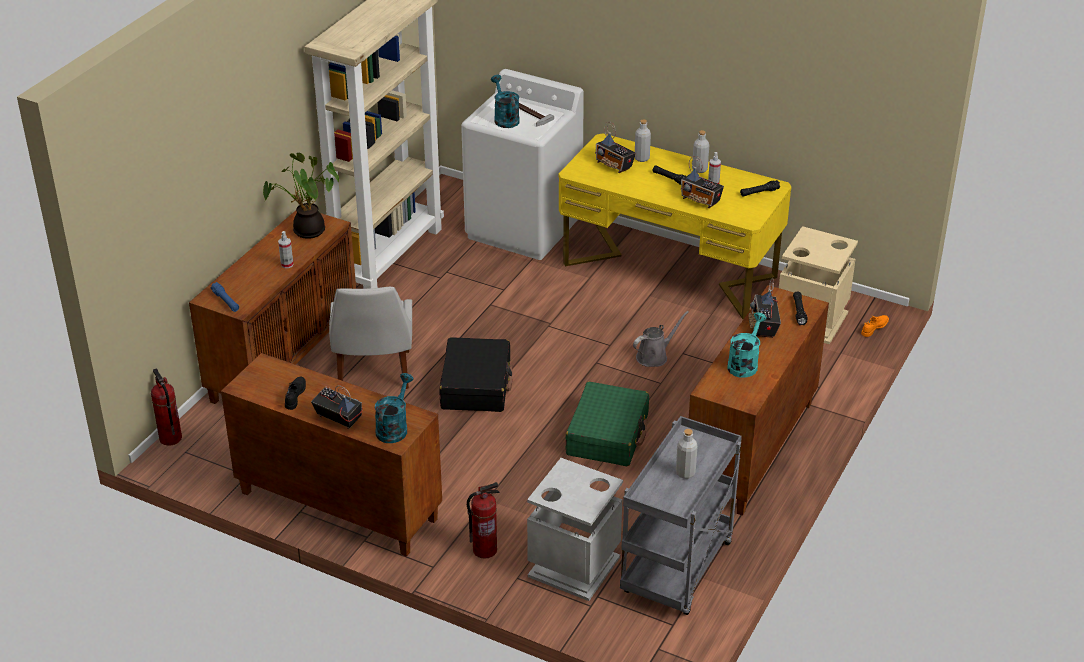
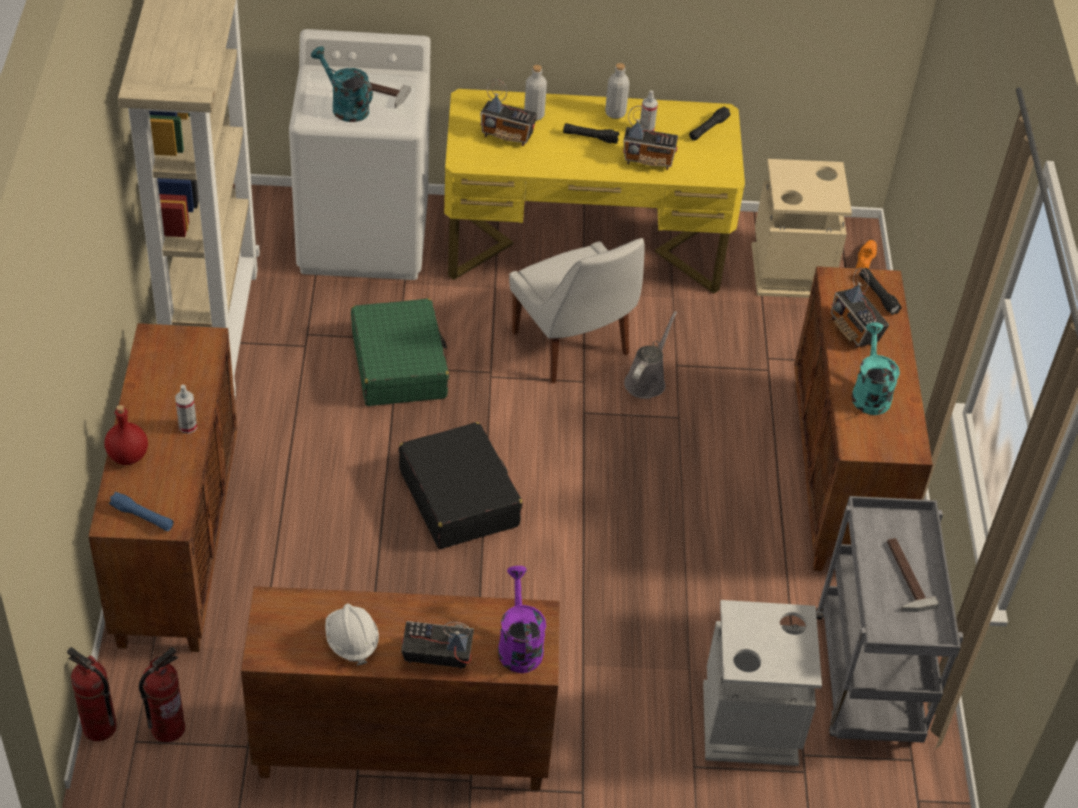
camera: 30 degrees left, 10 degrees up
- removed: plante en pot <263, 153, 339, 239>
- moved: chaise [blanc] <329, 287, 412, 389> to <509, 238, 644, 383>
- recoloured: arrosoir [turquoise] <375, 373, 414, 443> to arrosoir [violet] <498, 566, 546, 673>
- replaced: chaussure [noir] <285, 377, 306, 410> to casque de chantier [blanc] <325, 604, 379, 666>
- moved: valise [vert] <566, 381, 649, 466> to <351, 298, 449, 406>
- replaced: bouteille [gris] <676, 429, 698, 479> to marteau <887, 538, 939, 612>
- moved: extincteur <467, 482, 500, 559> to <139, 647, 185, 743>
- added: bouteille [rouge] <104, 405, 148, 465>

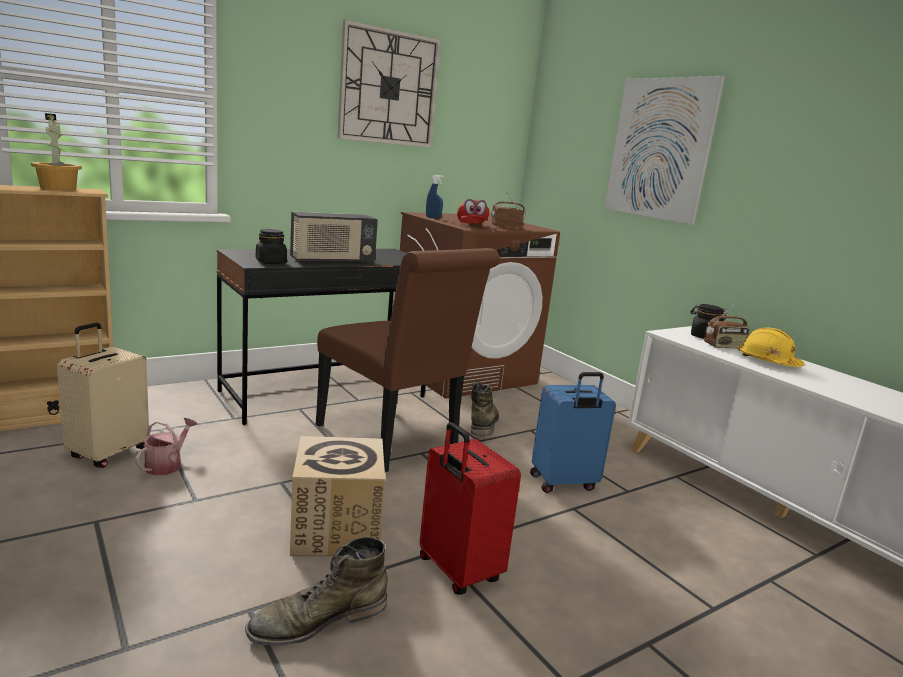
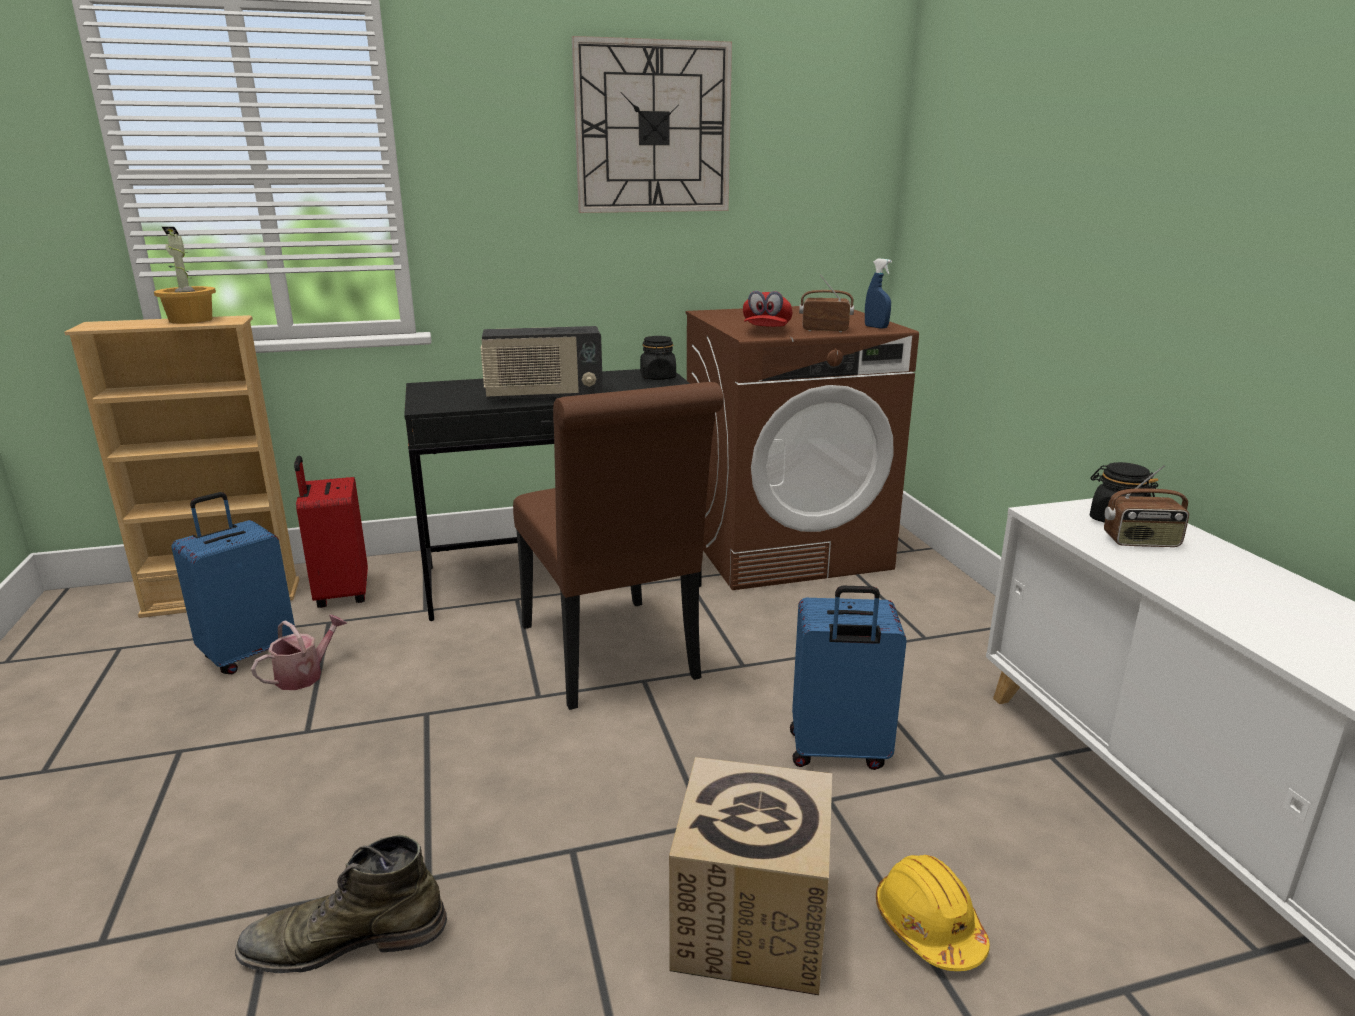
camera: 20 degrees right, 5 degrees up
- removed: tableau <604, 76, 725, 225>
- moved: vaporisateur [bleu] <426, 175, 444, 219> to <865, 259, 892, 329>
- moved: bocal [noir] <256, 229, 287, 264> to <640, 336, 676, 380>
- recoloured: valise [beige] <57, 323, 149, 468> to valise [bleu] <171, 492, 295, 674>
- moved: casque de chantier [jaune] <738, 328, 804, 367> to <876, 855, 990, 971>
- removed: botte [vert] <471, 382, 499, 437>
- moved: valise [rouge] <420, 422, 521, 595> to <294, 456, 368, 608>
- moved: carton <290, 436, 385, 556> to <669, 757, 832, 995>

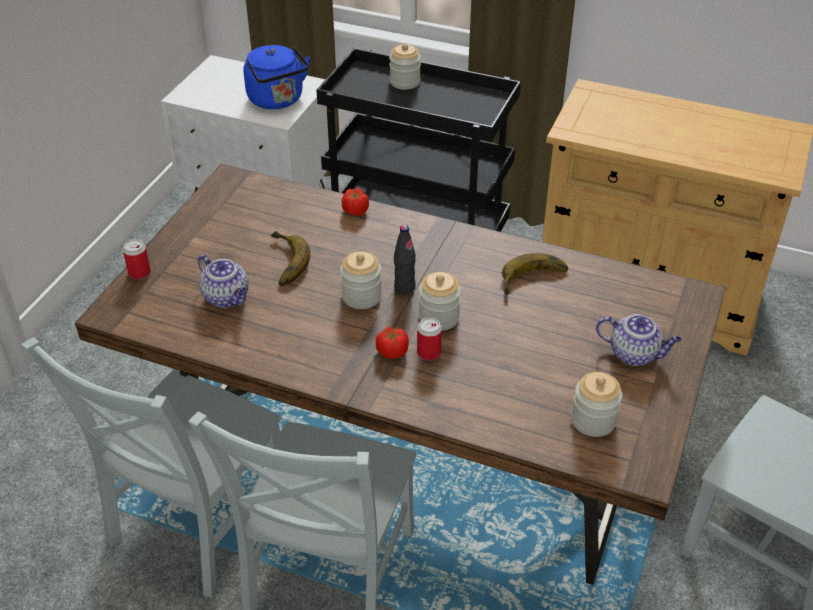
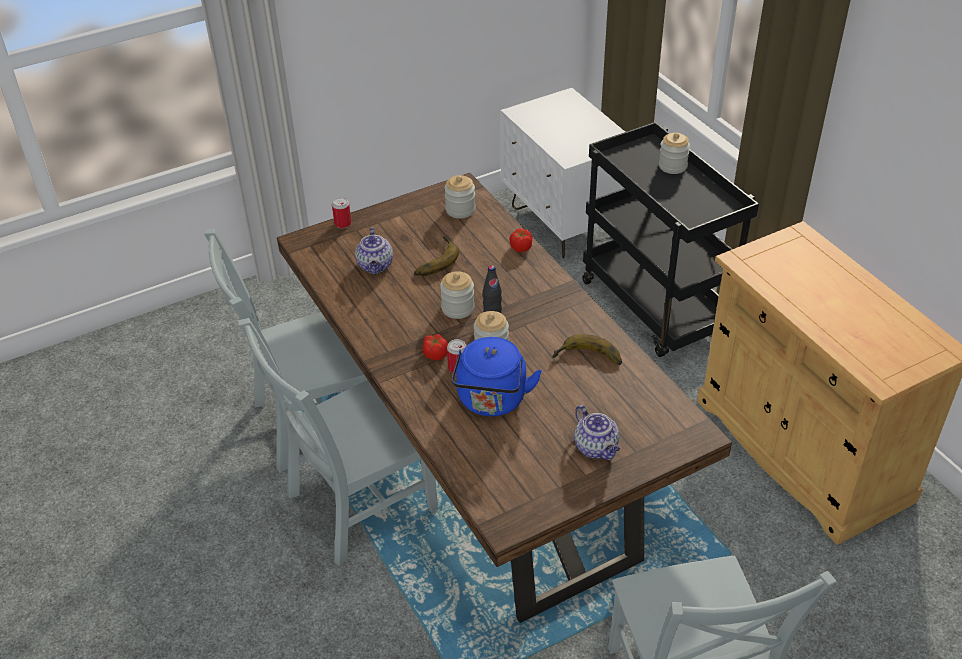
camera: 40 degrees right, 0 degrees up
- moved: bouilloire [bleu] <243, 45, 310, 109> to <451, 337, 542, 416>
- moved: bocal <571, 372, 623, 437> to <444, 175, 475, 218>

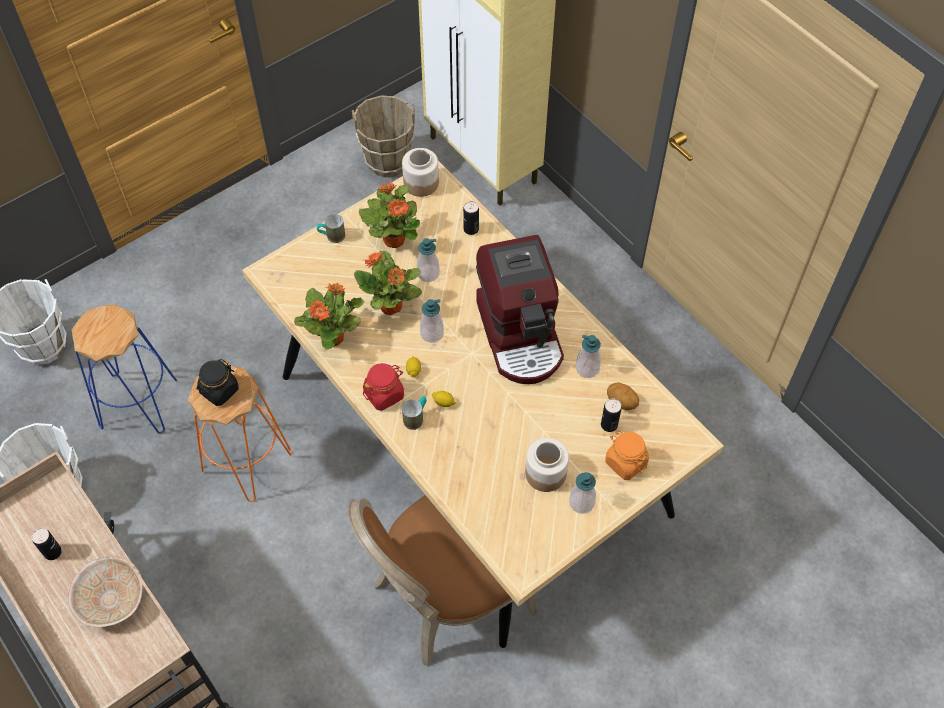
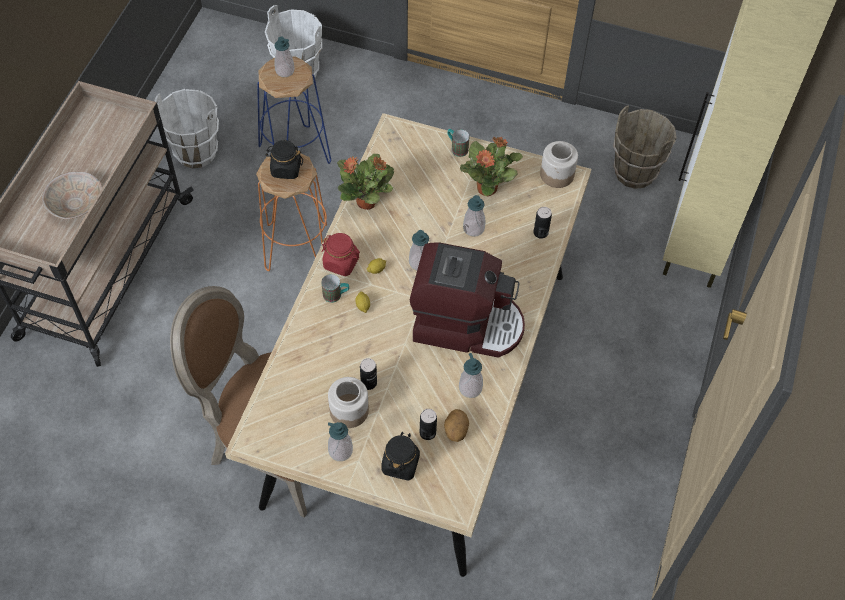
camera: 55 degrees right, 0 degrees up
- turned: machine à café <476, 235, 564, 384> = <410, 242, 525, 358> 120 degrees counterclockwise
- removed: plante en pot <354, 251, 422, 315>
- recoloured: bocal [orange] <605, 431, 649, 480> to bocal [noir] <382, 432, 420, 480>
- moved: boîte métallique <32, 528, 62, 560> to <360, 358, 377, 390>
- added: distributeur de savon <274, 37, 295, 77>

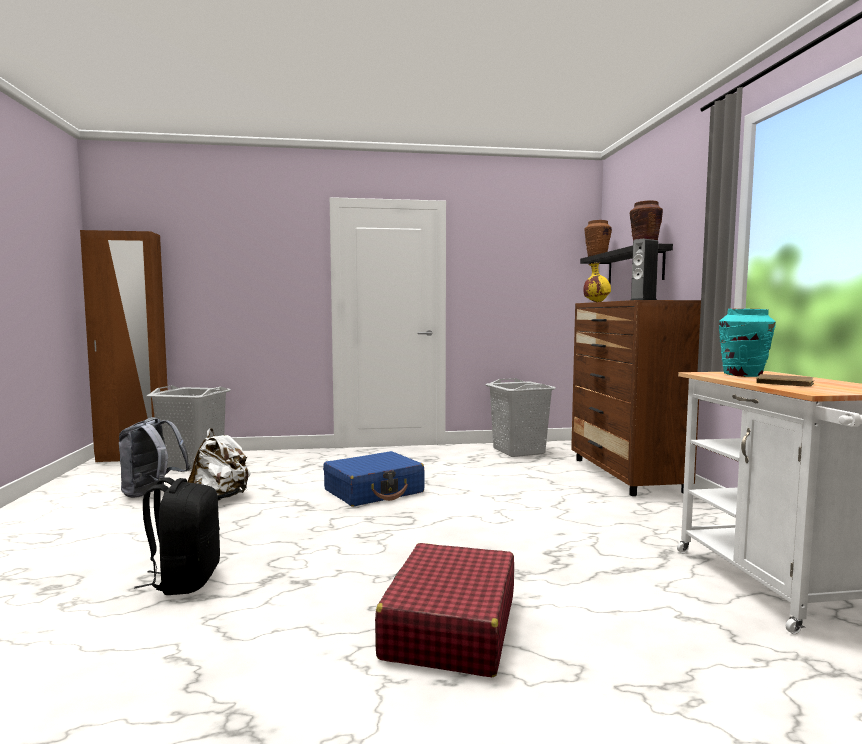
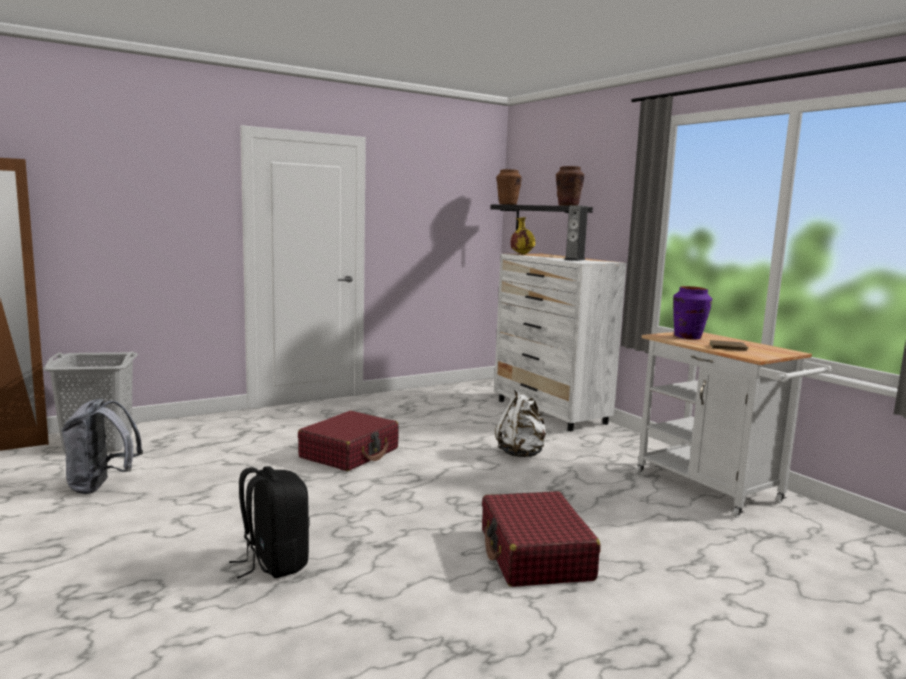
camera: 25 degrees left, 5 degrees up
- recoloured: commode [marron] <571, 300, 701, 496> to commode [blanc] <494, 254, 626, 431>
- recoloured: vase [turquoise] <719, 309, 776, 377> to vase [violet] <673, 286, 712, 340>
- removed: panier à linge [gris] <486, 378, 556, 457>
- moved: sac à dos [blanc] <187, 428, 251, 500> to <495, 389, 546, 457>
- recoloured: valise [bleu] <323, 451, 425, 506> to valise [rouge] <298, 411, 399, 471>

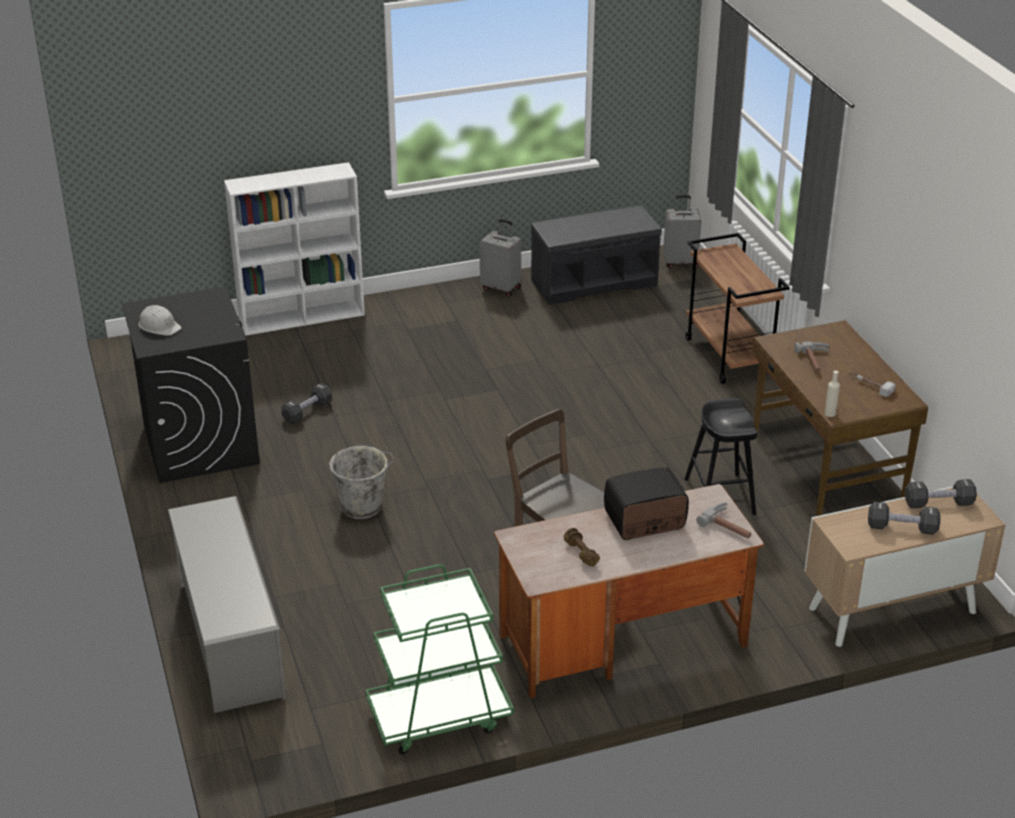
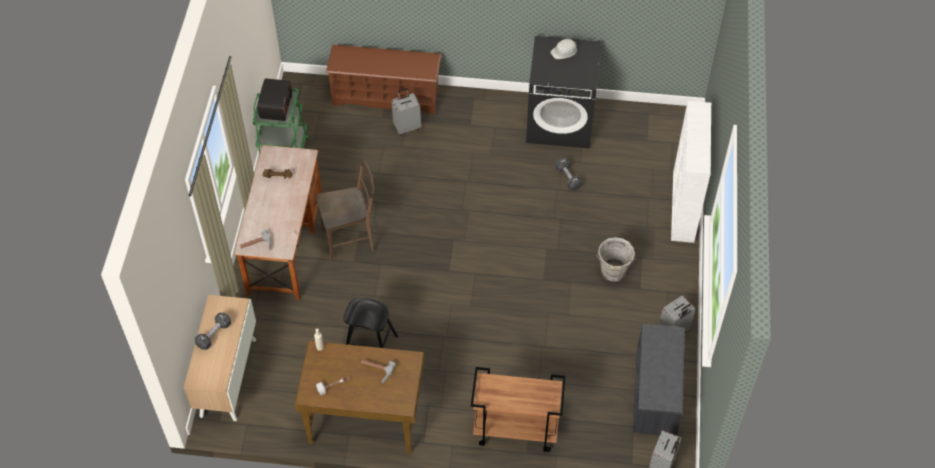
camera: 115 degrees right, 20 degrees up
- moved: seau [gris] <329, 444, 395, 519> to <596, 237, 636, 282>
- moved: radio <604, 467, 689, 540> to <257, 78, 292, 121>
- removed: haltère [noir] <905, 479, 977, 508>
- recoloured: étagère à chaussures [gris] <168, 496, 286, 713> to étagère à chaussures [marron] <326, 45, 442, 114>
- added: valise [gris] <392, 88, 421, 136>

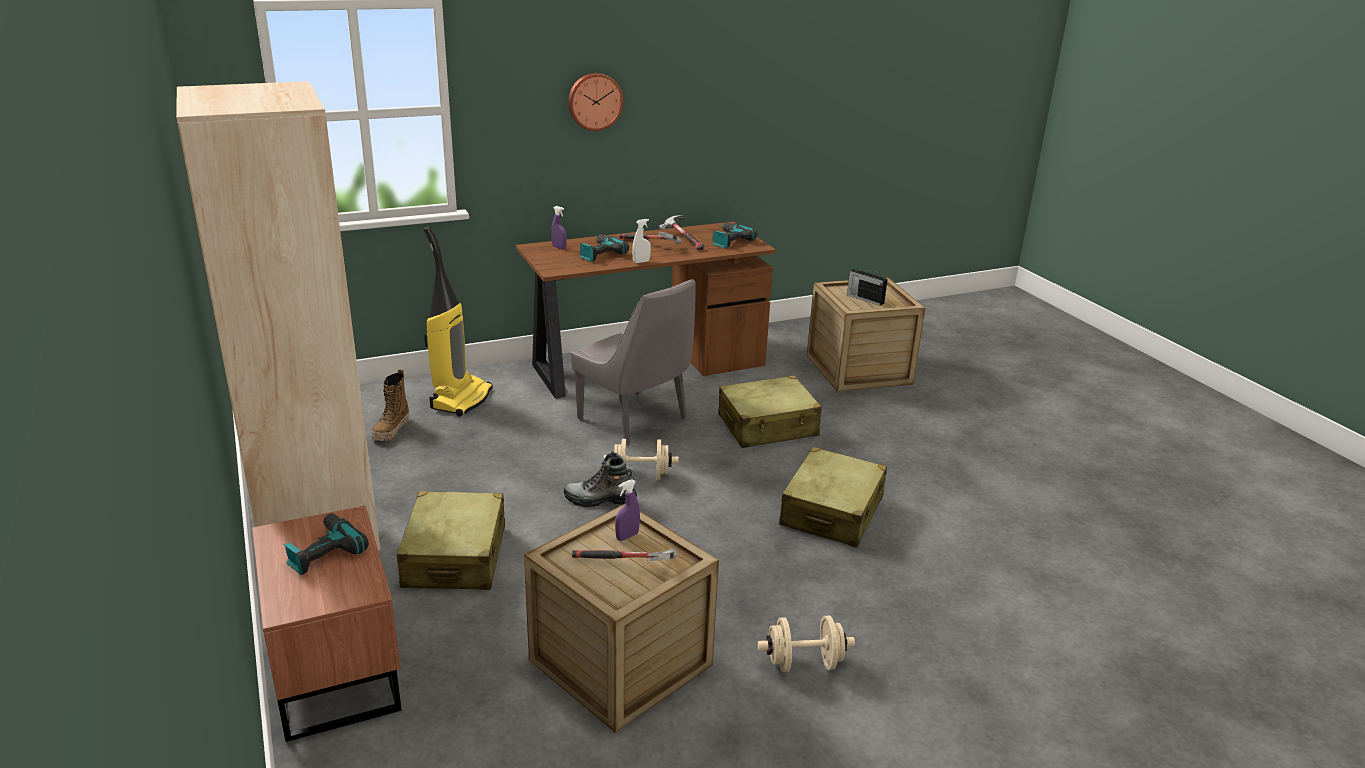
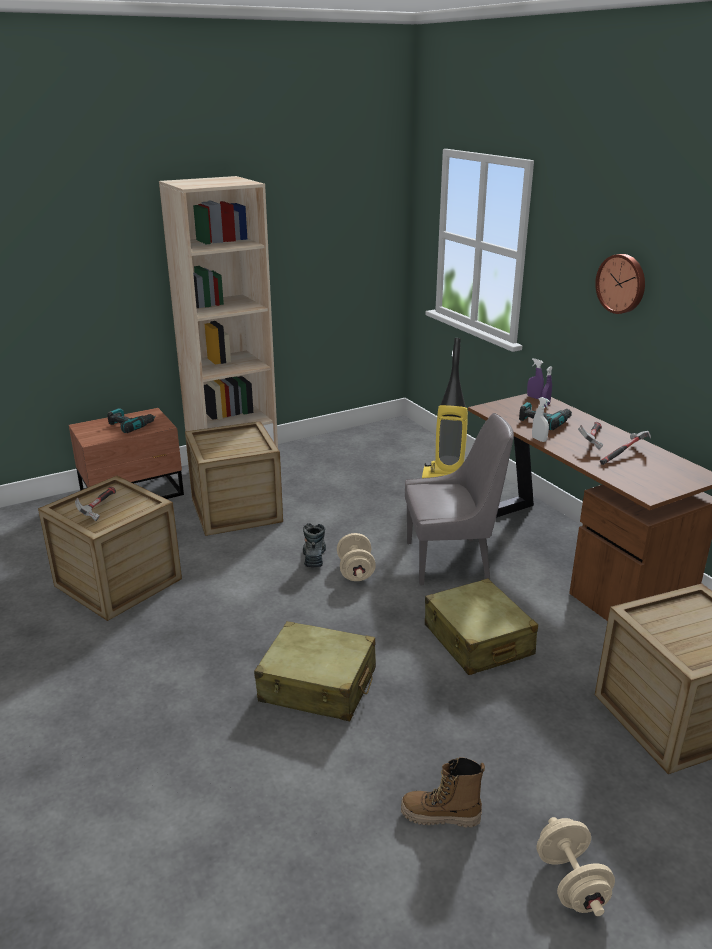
camera: 85 degrees right, 0 degrees up
- removed: perceuse <713, 223, 757, 248>
- removed: radio <847, 269, 888, 306>
- turned: chaise [gris] <570, 279, 696, 446> = <405, 413, 514, 585> 135 degrees counterclockwise
- moved: botte <372, 369, 409, 441> to <401, 757, 485, 828>
- moved: vaporisateur [violet] <615, 479, 640, 541> to <527, 358, 544, 399>
- replaced: valise [beige] <397, 491, 505, 590> to caisse <185, 421, 283, 536>
- moved: haltère [beige] <758, 616, 855, 672> to <537, 817, 615, 916>

